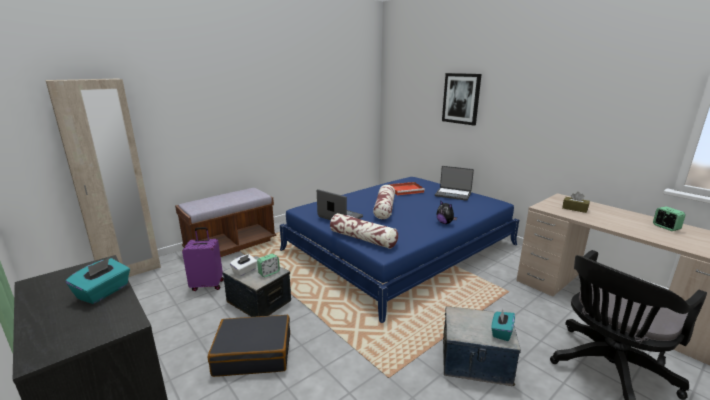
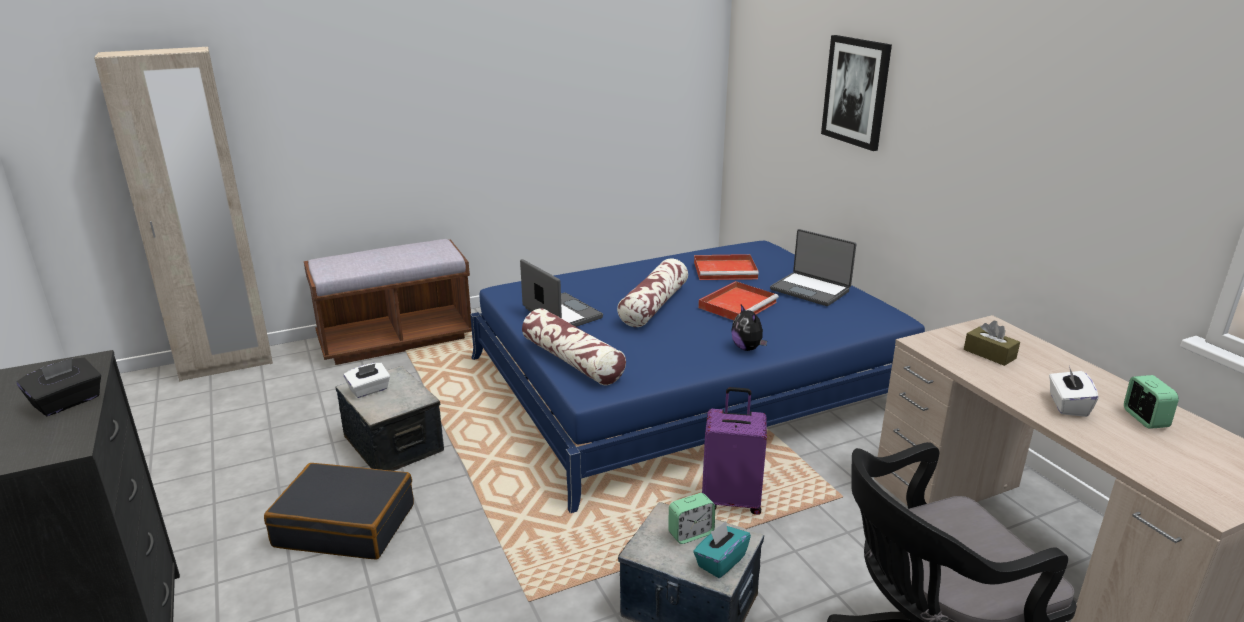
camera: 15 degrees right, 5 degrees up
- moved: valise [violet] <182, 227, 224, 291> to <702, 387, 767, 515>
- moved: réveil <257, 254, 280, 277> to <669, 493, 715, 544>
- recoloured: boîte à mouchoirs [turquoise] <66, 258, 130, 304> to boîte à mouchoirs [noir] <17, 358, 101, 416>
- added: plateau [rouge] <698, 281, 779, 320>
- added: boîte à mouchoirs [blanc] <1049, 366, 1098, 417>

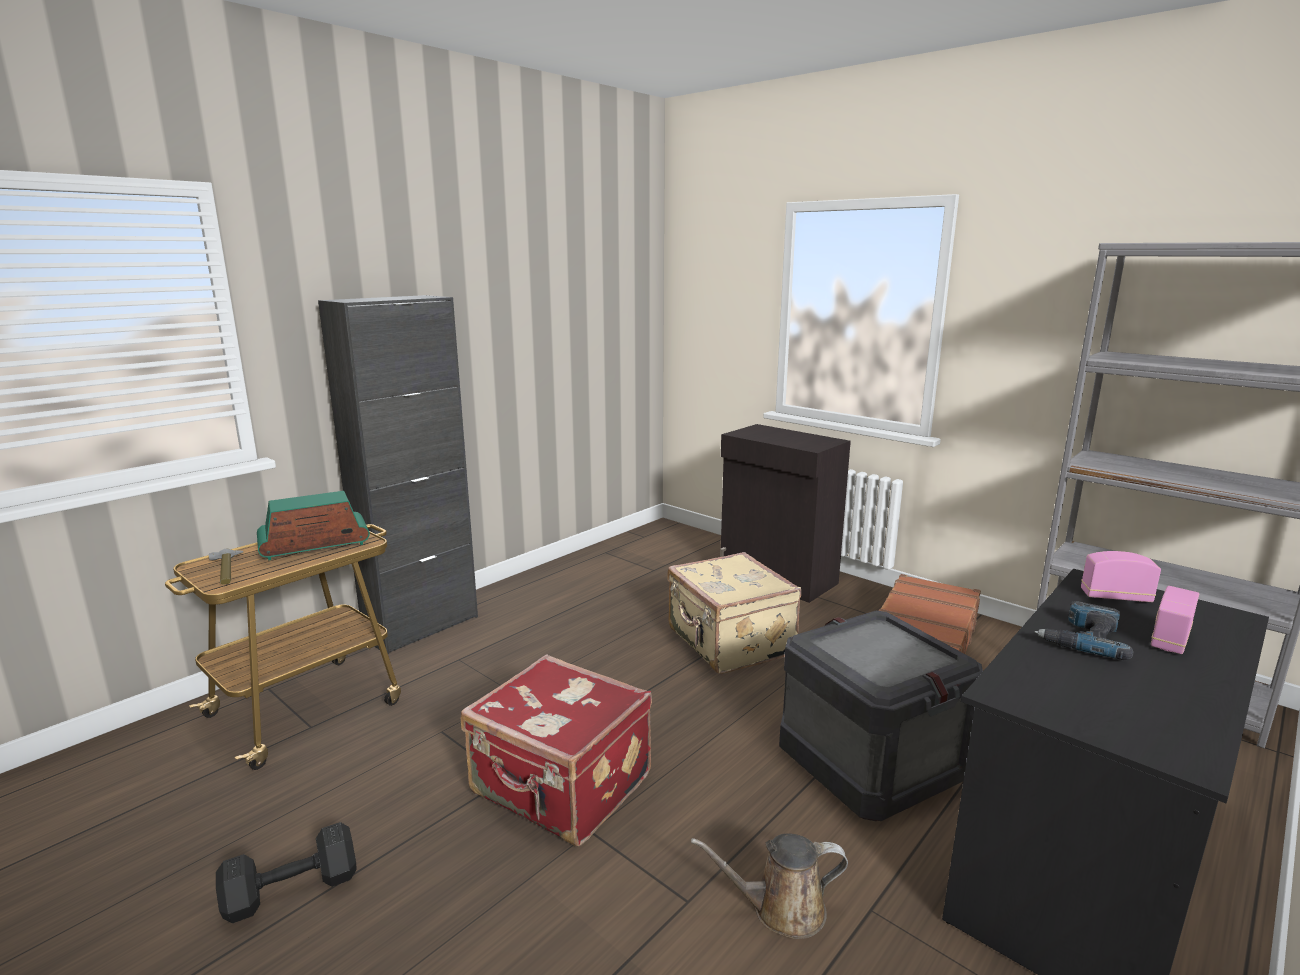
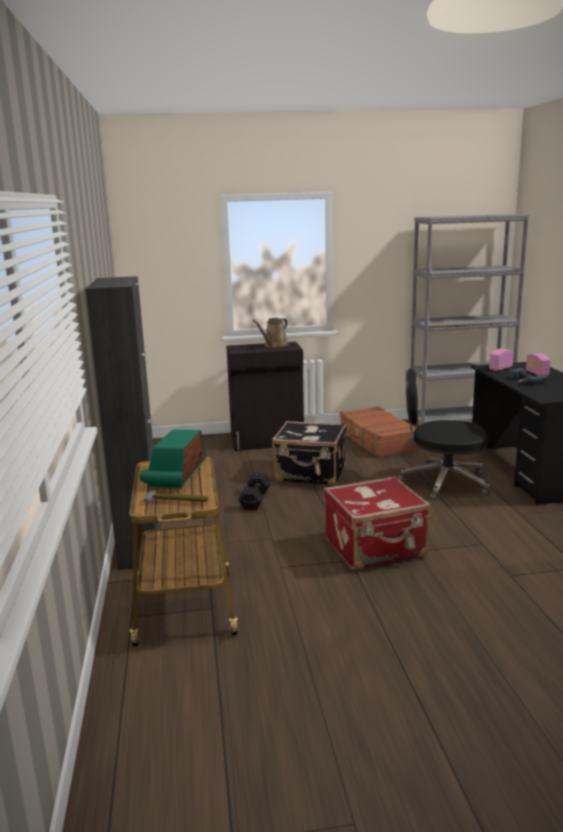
camera: 50 degrees left, 0 degrees up
- recoloured: valise [beige] <667, 552, 801, 674> to valise [noir] <272, 421, 346, 485>
- replaced: caisse <779, 611, 983, 821> to chaise de bureau [noir] <397, 369, 490, 500>
- moved: haltère [noir] <216, 822, 357, 923> to <238, 472, 271, 510>
- moved: arrosoir [marron] <691, 833, 848, 939> to <253, 318, 289, 348>

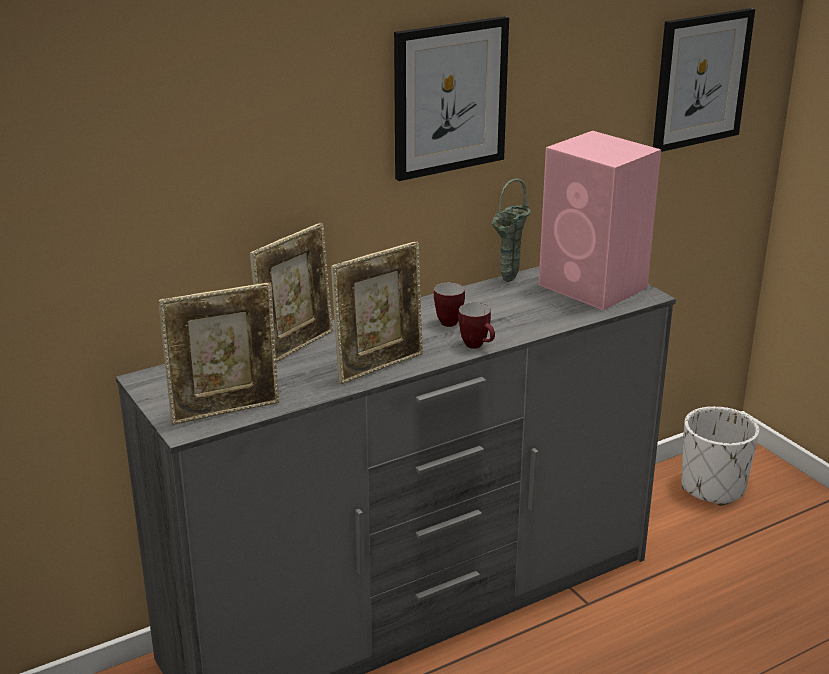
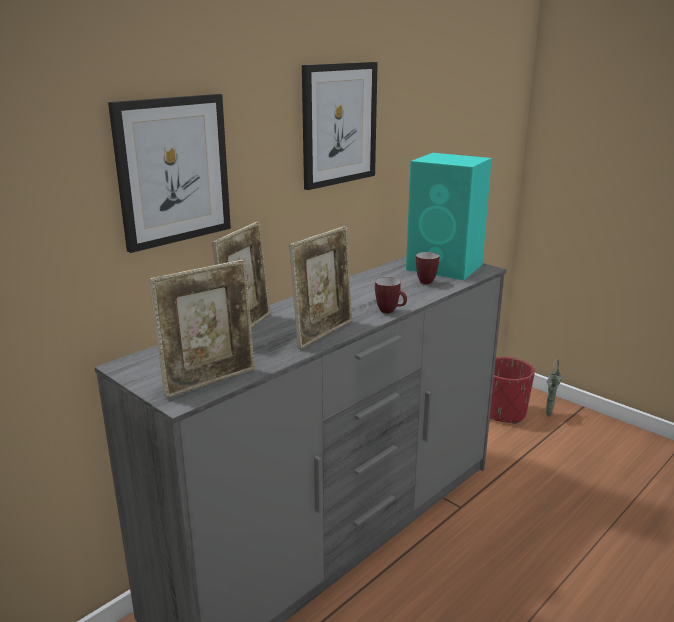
camera: 15 degrees left, 5 degrees down
- moved: tableau <653, 8, 755, 152> to <108, 94, 231, 253>
- recoloured: enceinte [rose] <539, 131, 661, 310> to enceinte [turquoise] <406, 153, 492, 280>
- moved: vase [vert] <492, 178, 531, 282> to <546, 359, 563, 417>
- moved: mug <434, 282, 465, 327> to <416, 252, 439, 284>
- recoloured: cache-pot [blanc] <681, 406, 759, 506> to cache-pot [rouge] <490, 357, 535, 424>

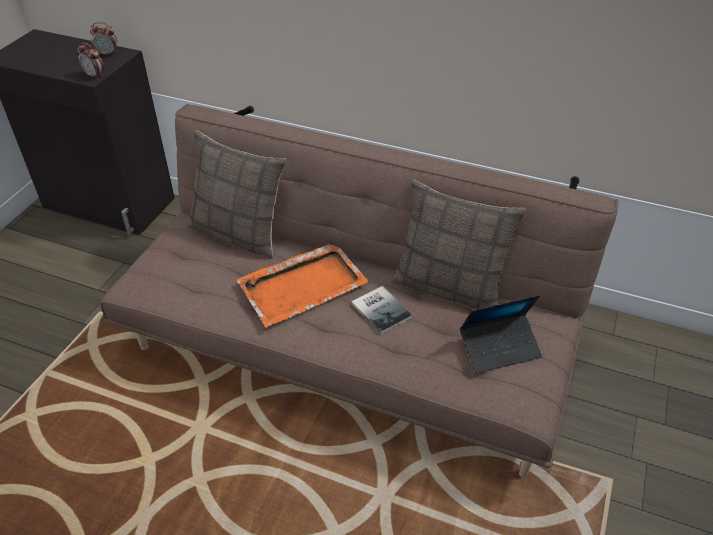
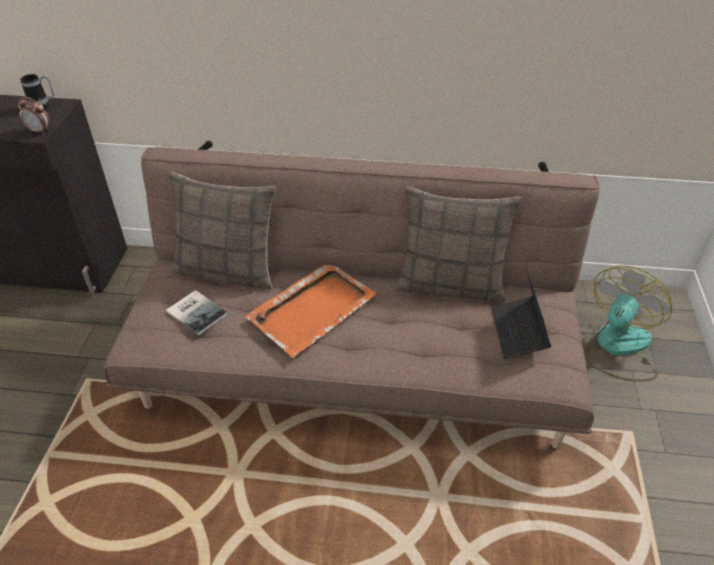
camera: 15 degrees left, 0 degrees up
- replaced: réveil <90, 22, 117, 56> to mug <20, 74, 54, 110>
- moved: livre <351, 286, 412, 334> to <166, 290, 227, 336>
- turned: ordinateur portable <460, 295, 542, 373> = <491, 266, 551, 359> 120 degrees clockwise
- added: ventilateur <586, 266, 672, 382>

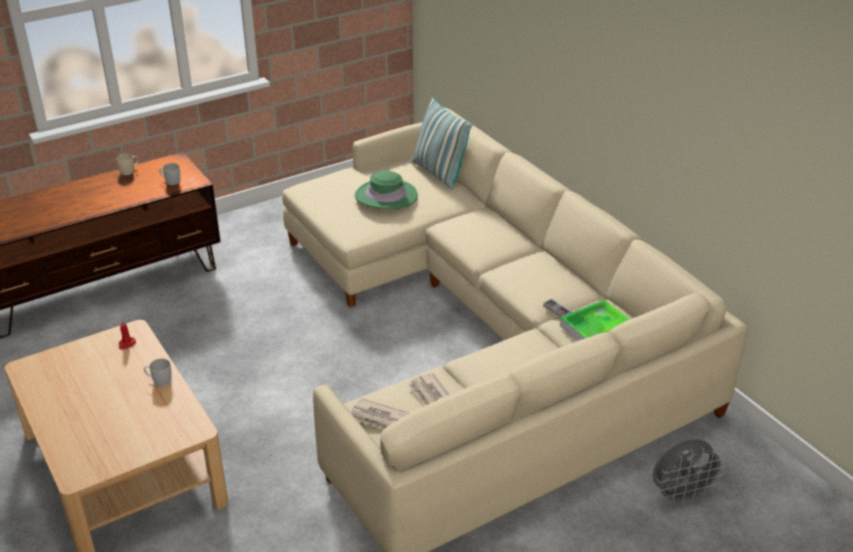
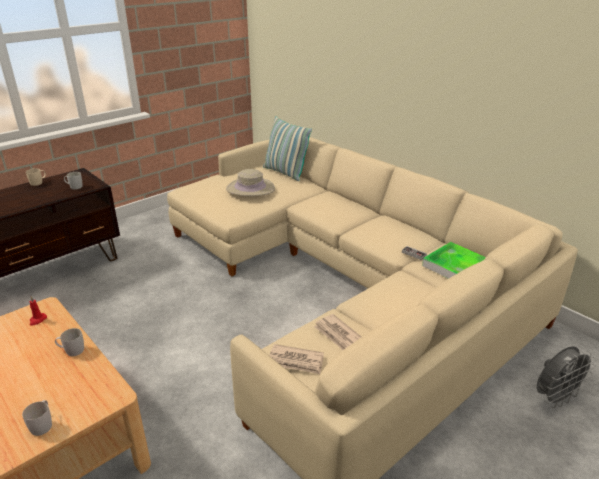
camera: 10 degrees left, 5 degrees down
- recoloured: chapeau [vert] <355, 170, 418, 209> to chapeau [beige] <226, 169, 275, 196>
- added: mug [blanc] <22, 400, 52, 436>

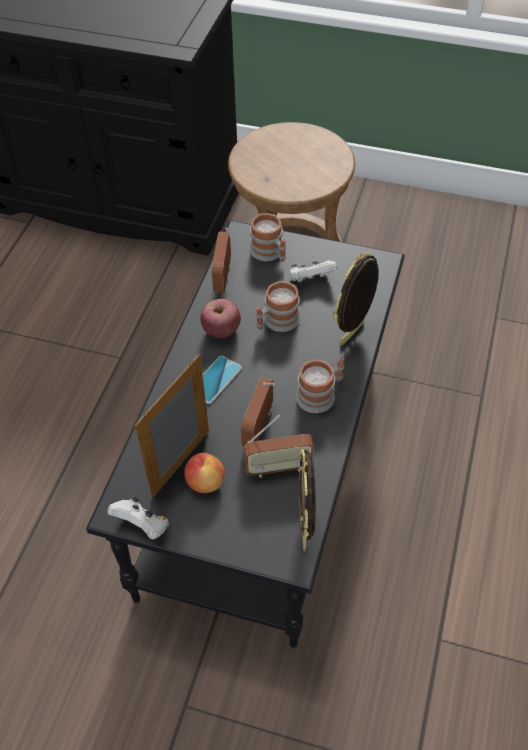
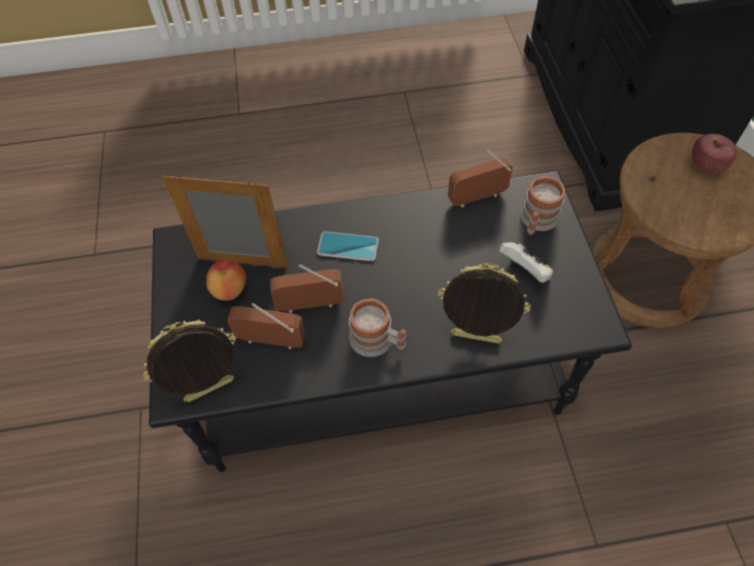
camera: 65 degrees right, 5 degrees up
- removed: mug <256, 281, 300, 332>
- moved: pomme <200, 299, 241, 338> to <692, 134, 737, 174>
- turned: radio <244, 415, 314, 478> = <227, 303, 306, 349> 135 degrees clockwise
- removed: manette [blanc] <107, 496, 169, 539>

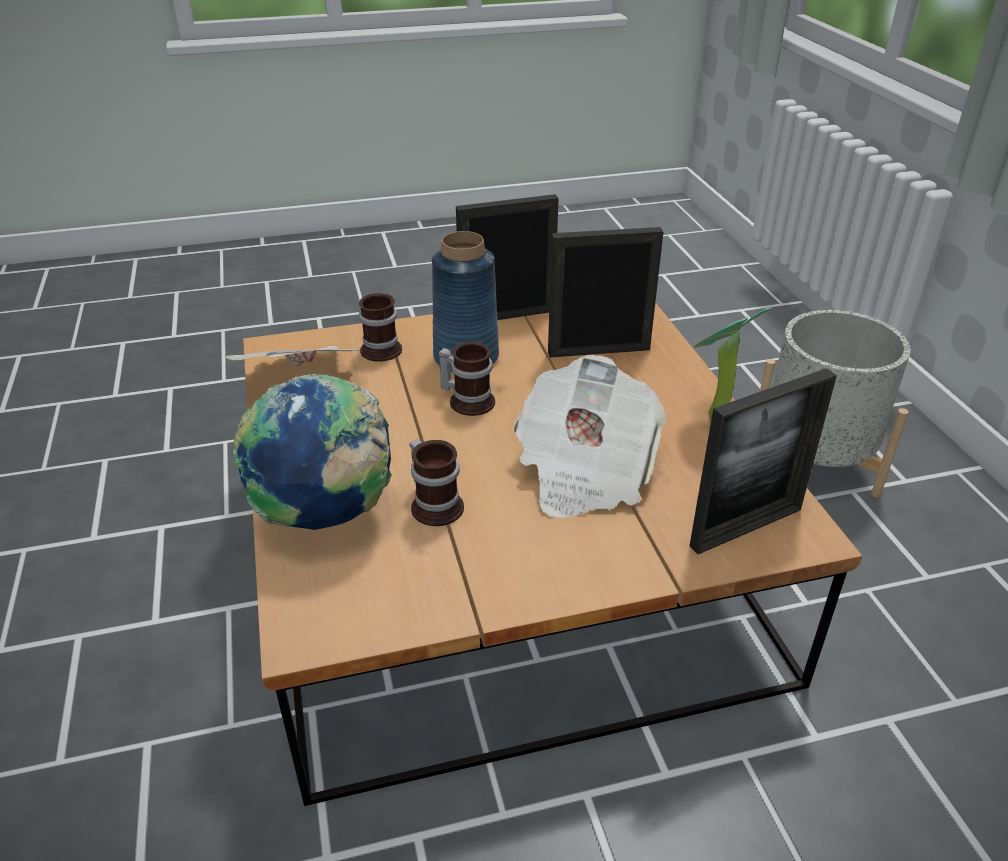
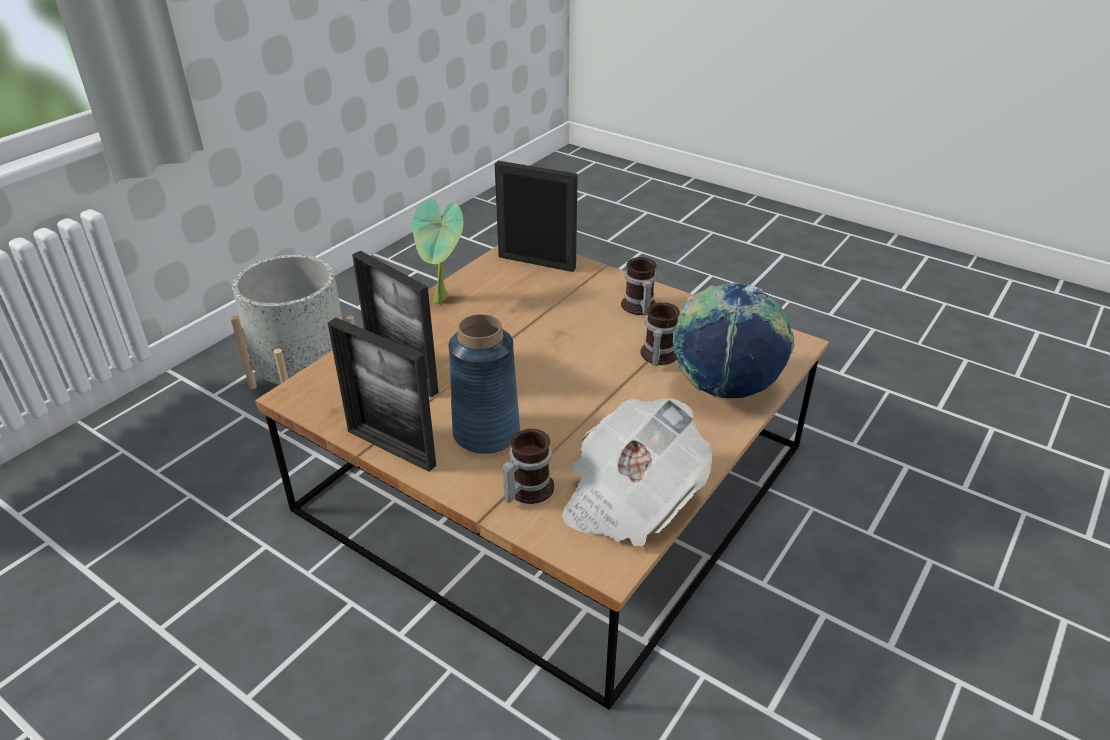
camera: 130 degrees left, 0 degrees up
- moved: mug <439, 341, 495, 416> to <621, 257, 657, 315>
- removed: journal <514, 355, 666, 518>

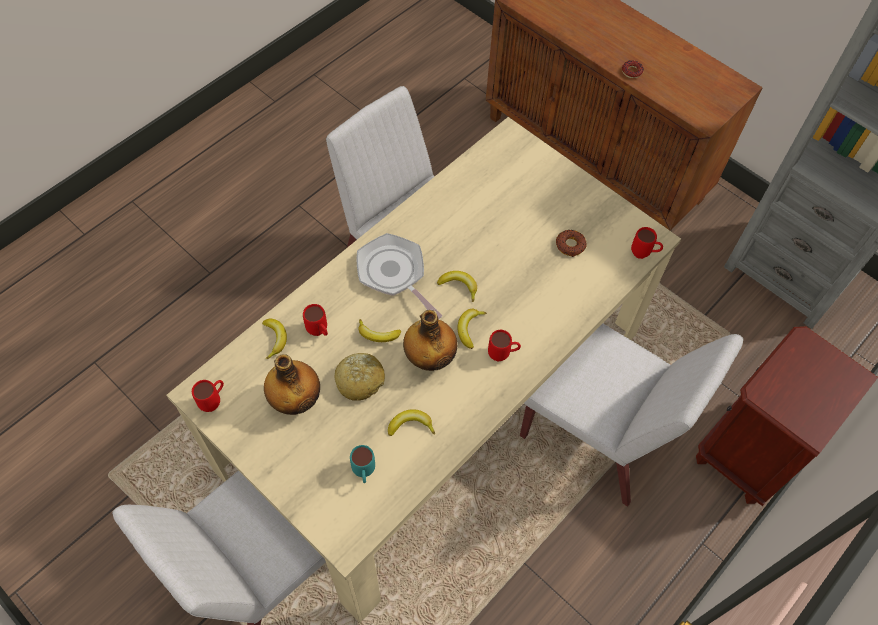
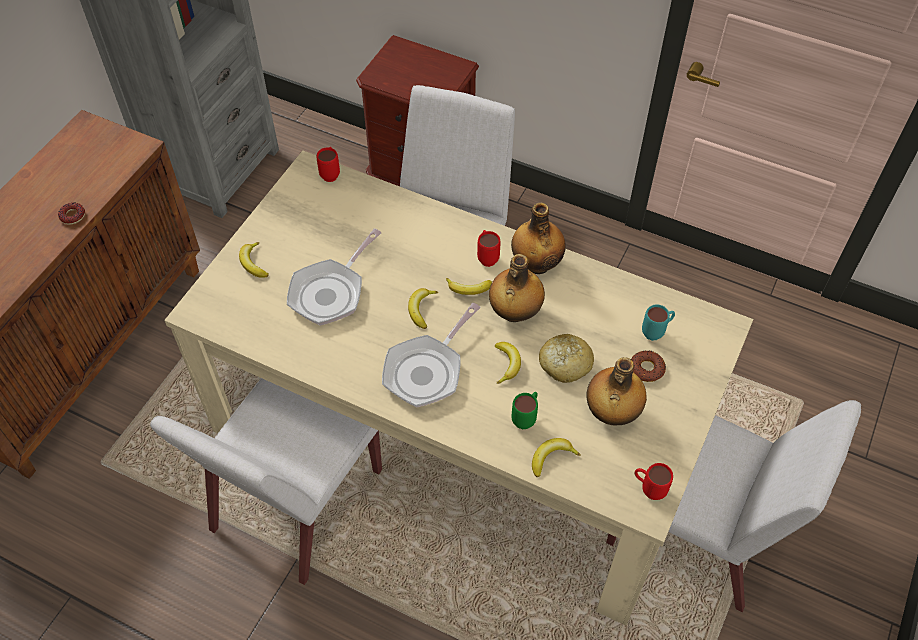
camera: 105 degrees left, 5 degrees down
- moved: beignet <556, 230, 587, 257> to <631, 350, 666, 382>
- recoloured: mug [rouge] <303, 304, 328, 336> to mug [vert] <511, 392, 538, 429>
- moved: banane <388, 409, 435, 436> to <239, 242, 269, 278>
- added: bouteille <511, 202, 566, 274>
- added: poêle <287, 229, 381, 326>

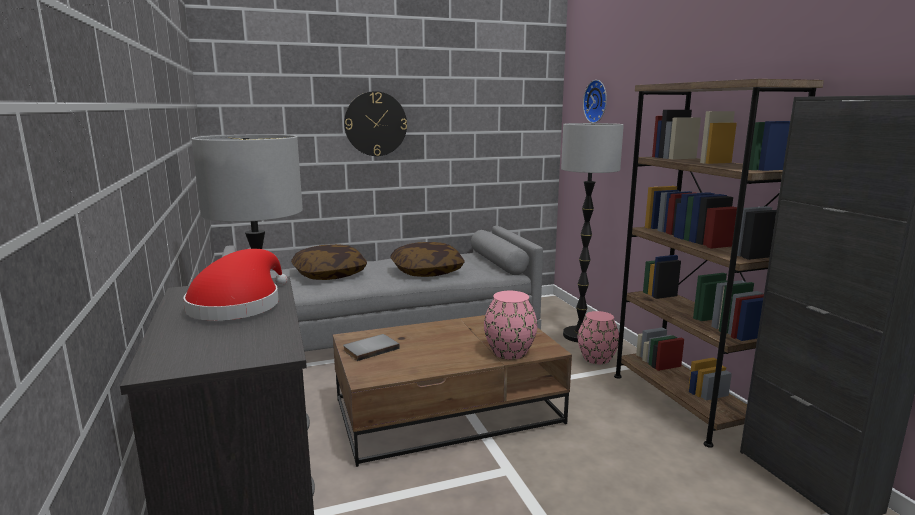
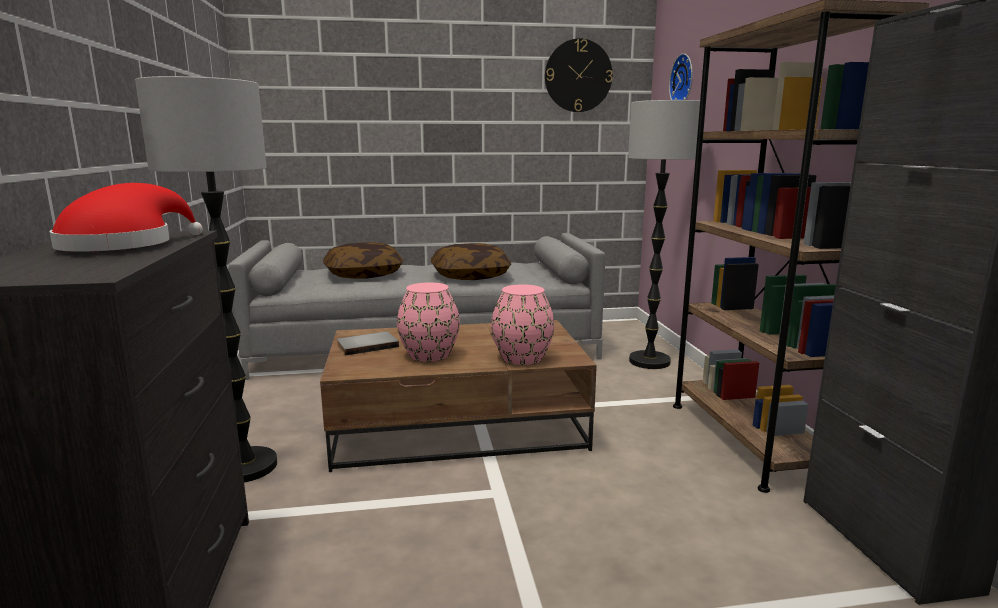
camera: 10 degrees right, 0 degrees up
- moved: horloge murale <344, 91, 407, 156> to <545, 38, 613, 112>
- moved: vase [rose] <578, 311, 619, 364> to <397, 282, 460, 362>

